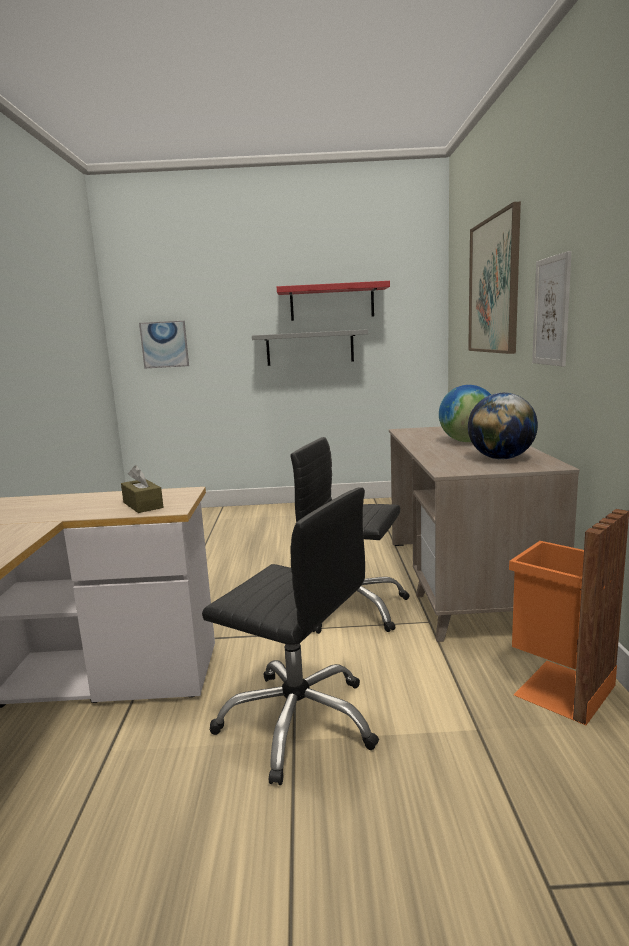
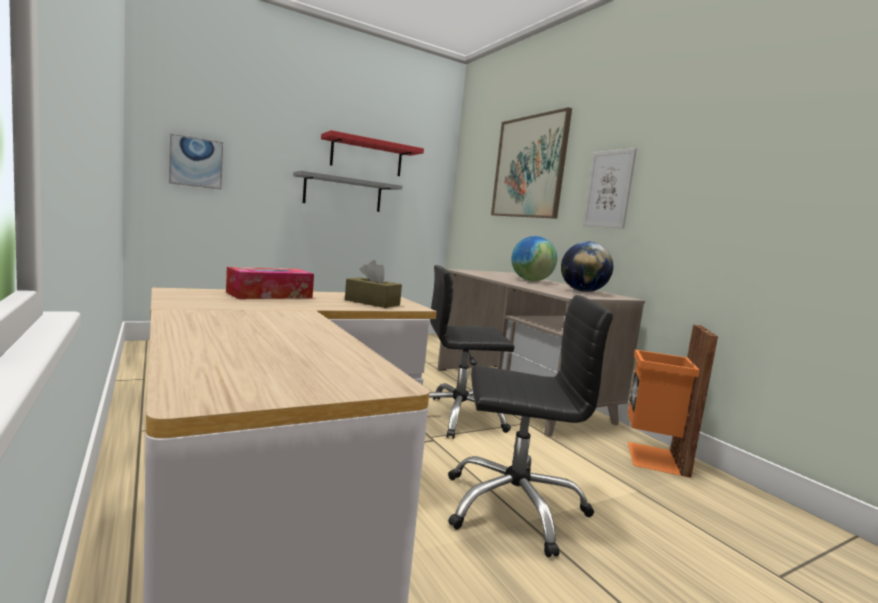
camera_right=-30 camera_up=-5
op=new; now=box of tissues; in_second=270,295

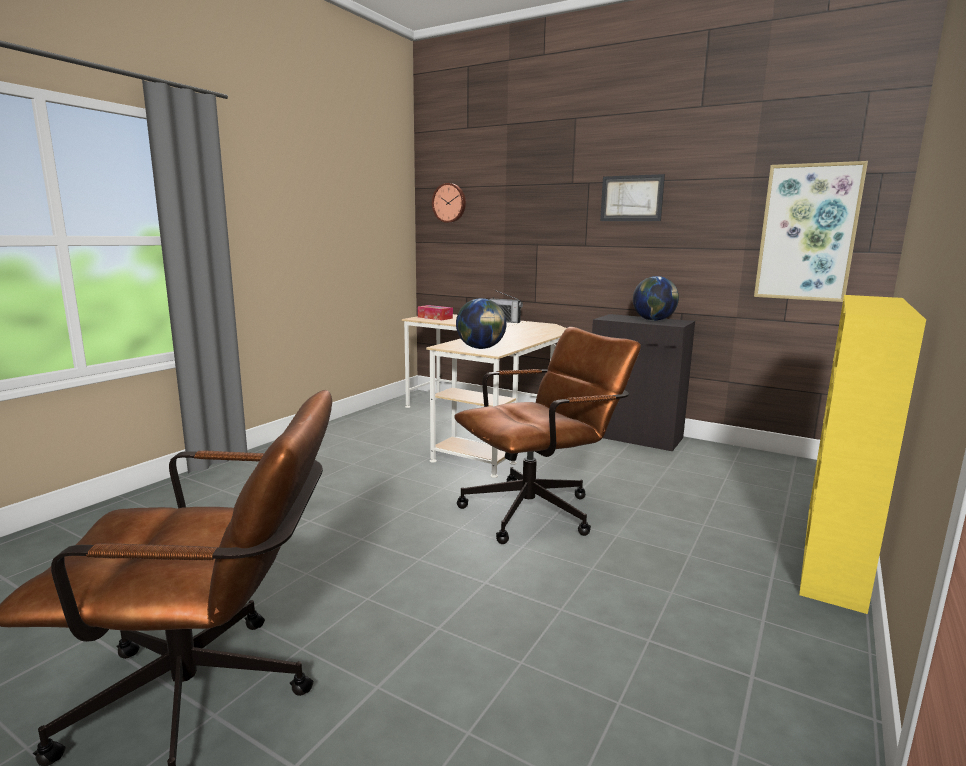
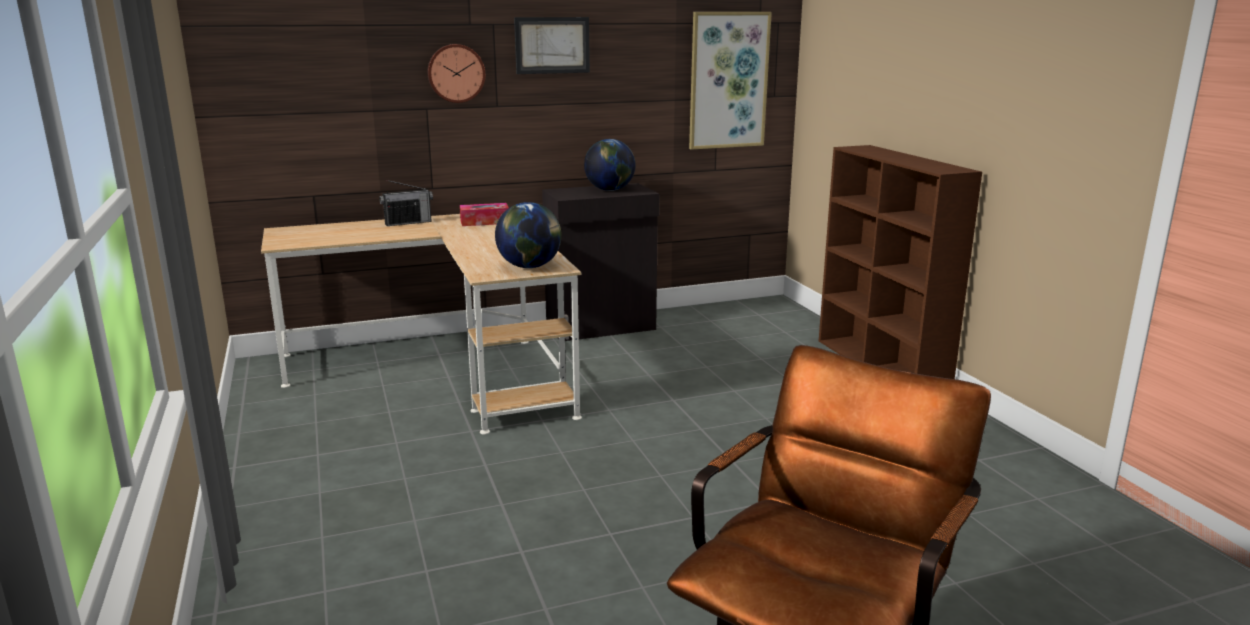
camera_right=-50 camera_up=5
op=shifted; was=hanging clock; in_first=449,203; in_second=456,73
op=shifted; was=box of tissues; in_first=435,318; in_second=485,222
op=repainted; was=yellow-coloured shelving unit; now=brownish shelving unit; in_first=834,554; in_second=881,366
op=gone; was=brownish desk chair; in_first=539,510

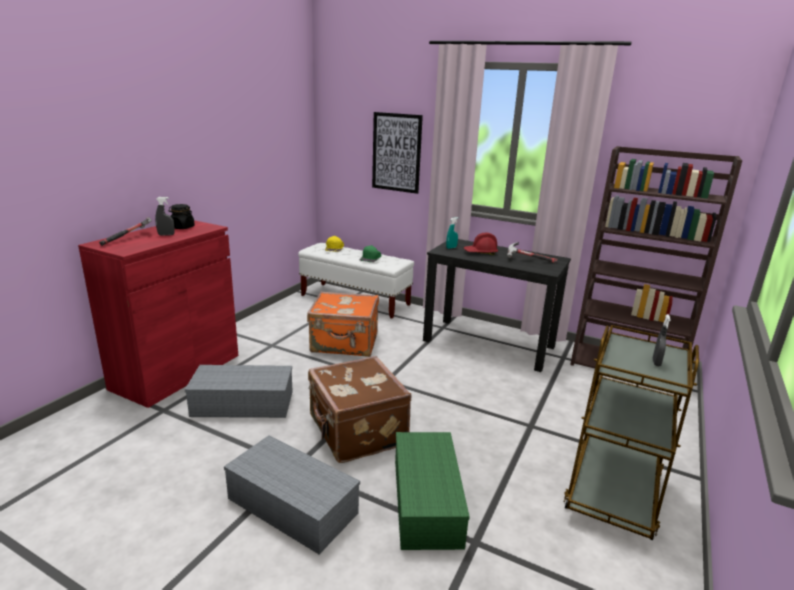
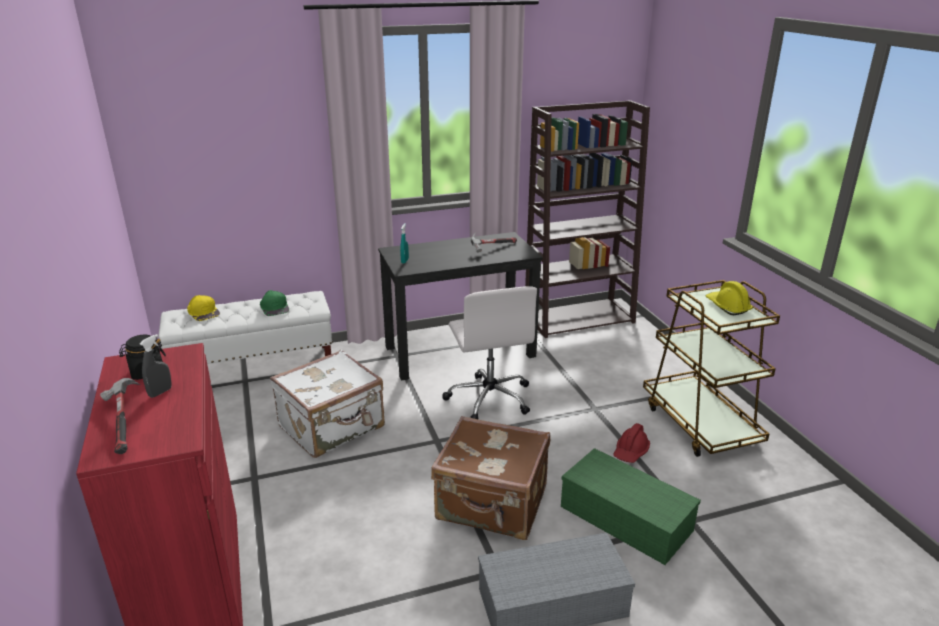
camera_right=-45 camera_up=5
op=repainted; was=orangey travel case; now=white-coloured travel case; in_first=345,344; in_second=333,427
op=new; now=white-coloured desk chair; in_second=489,398
op=shifted; was=red-coloured safety helmet; in_first=480,252; in_second=631,452
op=swapped; was=grey hand sprayer; now=yellow-coloured safety helmet; in_first=656,362; in_second=727,306
op=gone; was=grey storage container; in_first=244,403
op=gone; was=wall picture; in_first=396,152

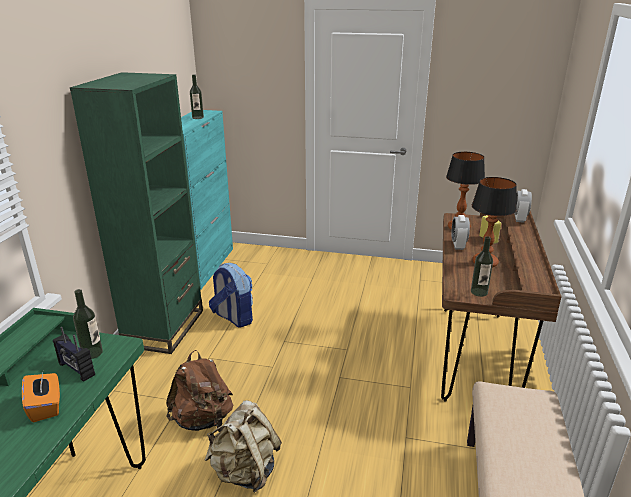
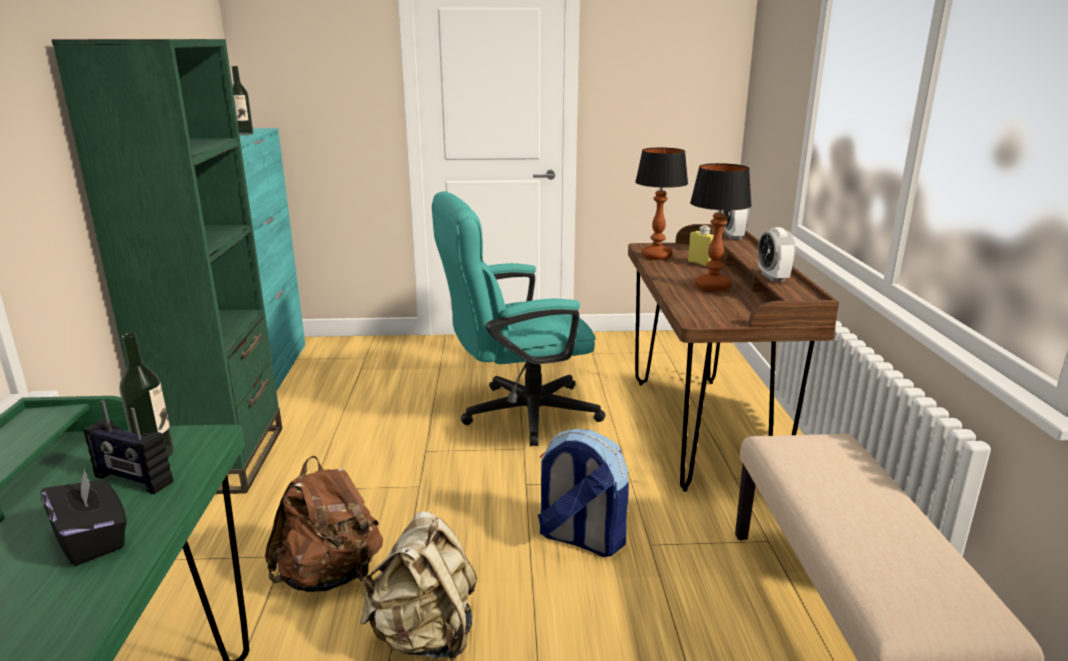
camera_right=-15 camera_up=-5
op=repainted; was=orangey box of tissues; now=black-coloured box of tissues; in_first=46,406; in_second=92,539
op=new; now=turquoise desk chair; in_second=517,414
op=shifted; was=backpack; in_first=233,318; in_second=580,538
op=shifted; was=bedside clock; in_first=458,245; in_second=773,277
op=gone; was=drink bottle; in_first=479,292

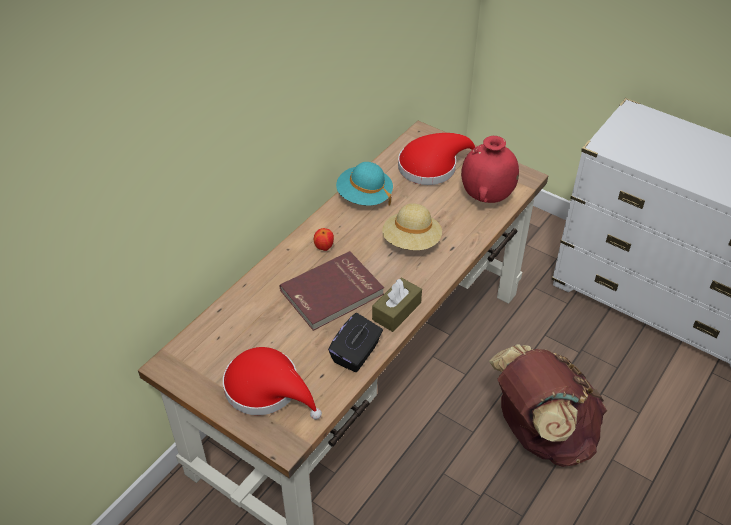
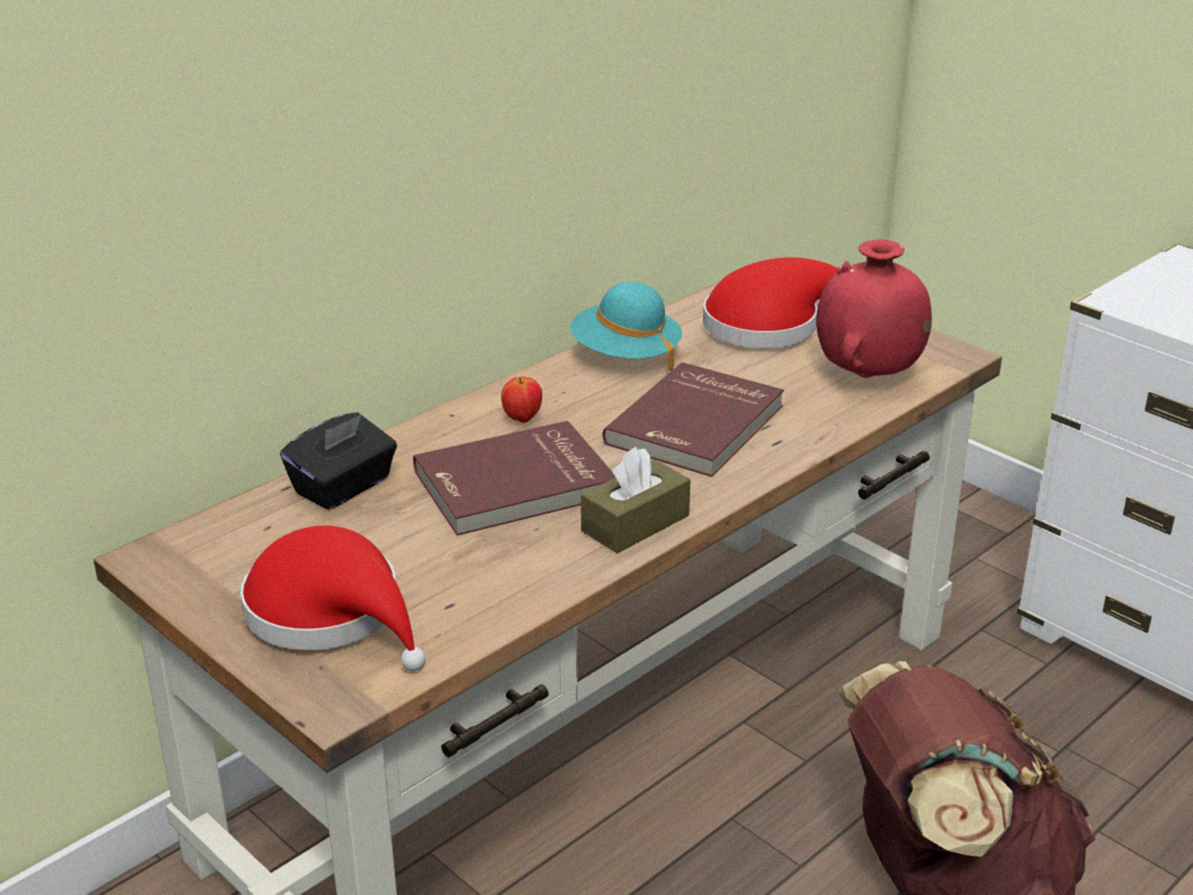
camera_right=10 camera_up=-15
op=shifted; was=black-coloured box of tissues; in_first=356,354; in_second=343,487
op=swapped; was=beige-coloured wearable hat; now=red-coloured volume; in_first=411,241; in_second=698,425

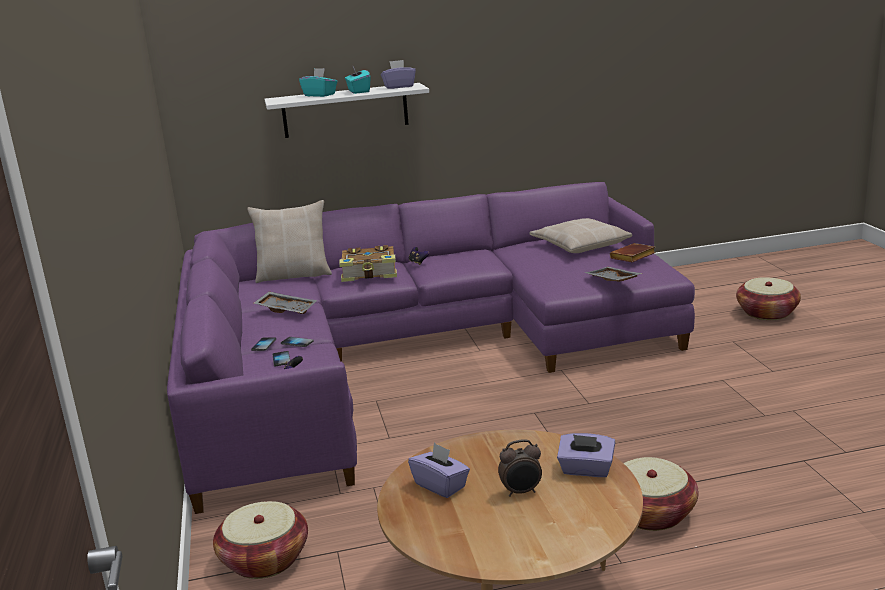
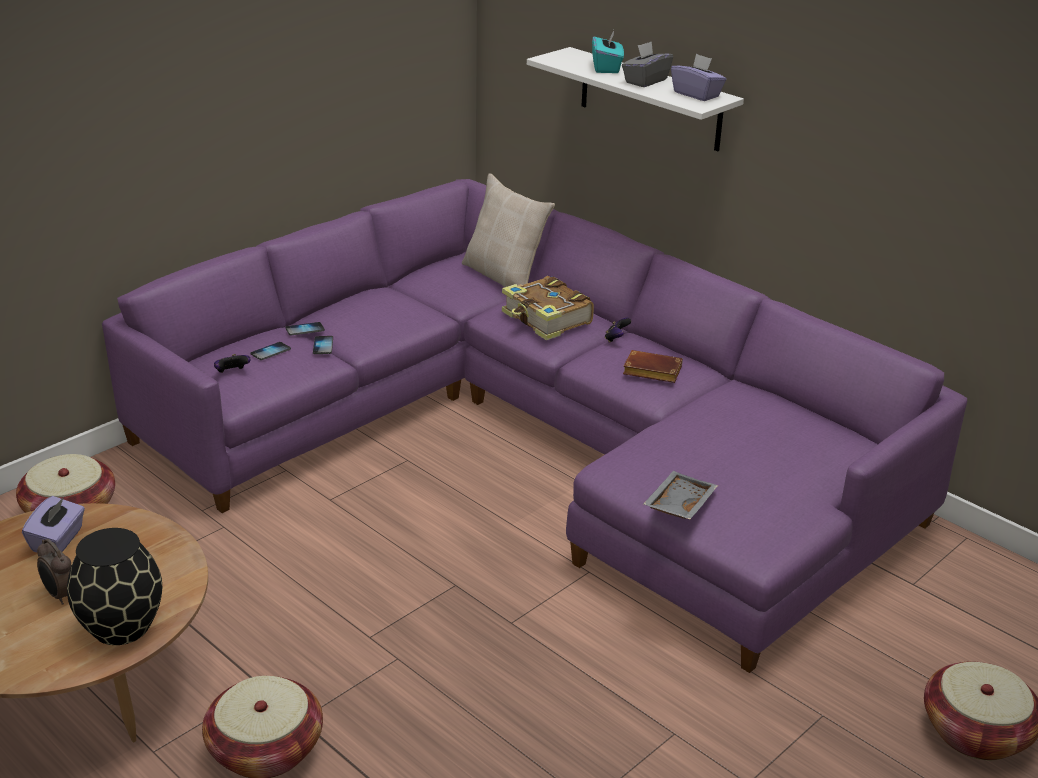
camera_right=55 camera_up=10
op=swapped; was=purple-coloured box of tissues; now=black-coloured vase; in_first=586,470; in_second=122,627
op=repainted; was=turquoise box of tissues; now=grey box of tissues; in_first=358,91; in_second=645,81
op=shifted; was=brownish volume; in_first=633,257; in_second=650,372
op=gone; was=grey carrying tray; in_first=287,309
op=gone; was=beige-coloured pillow; in_first=580,245

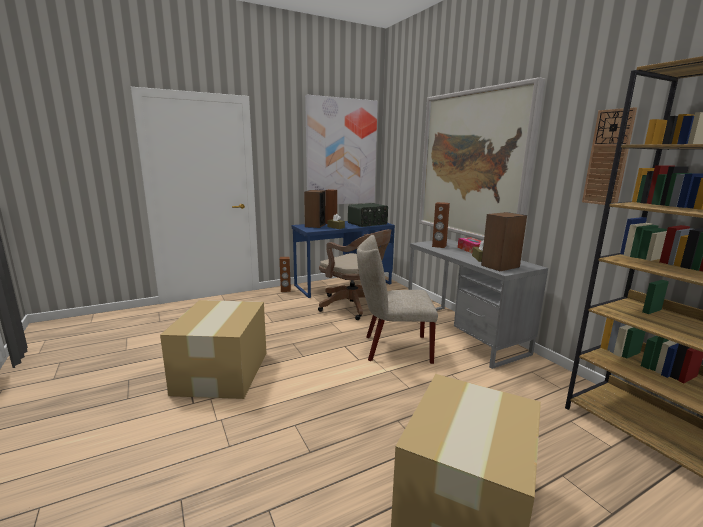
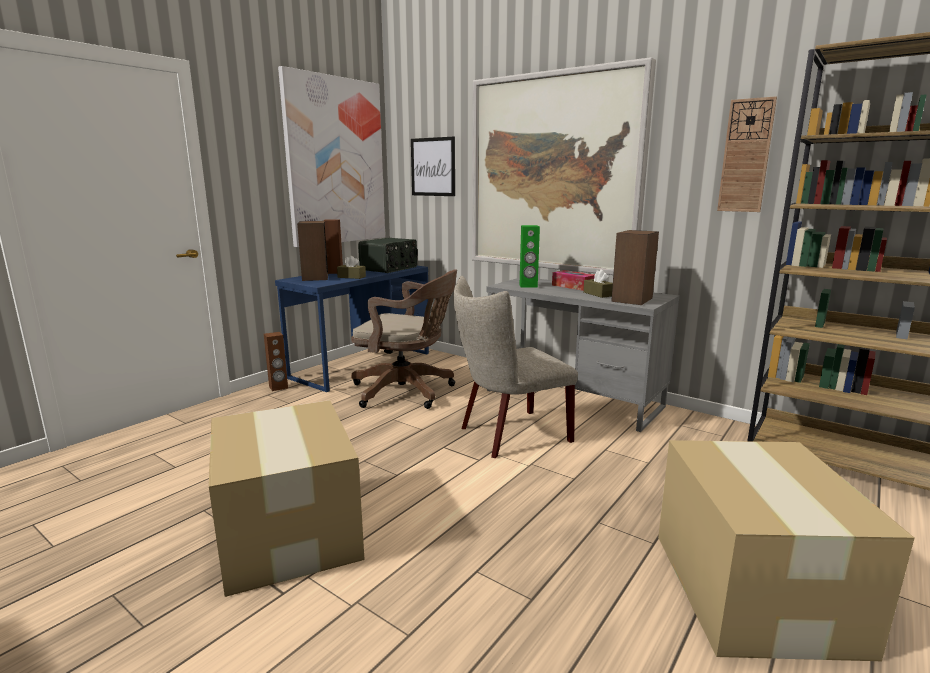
camera_right=-25 camera_up=0
op=new; now=wall picture; in_second=433,167
op=repainted; was=brownish loudspeaker; now=greenish loudspeaker; in_first=439,246; in_second=528,286

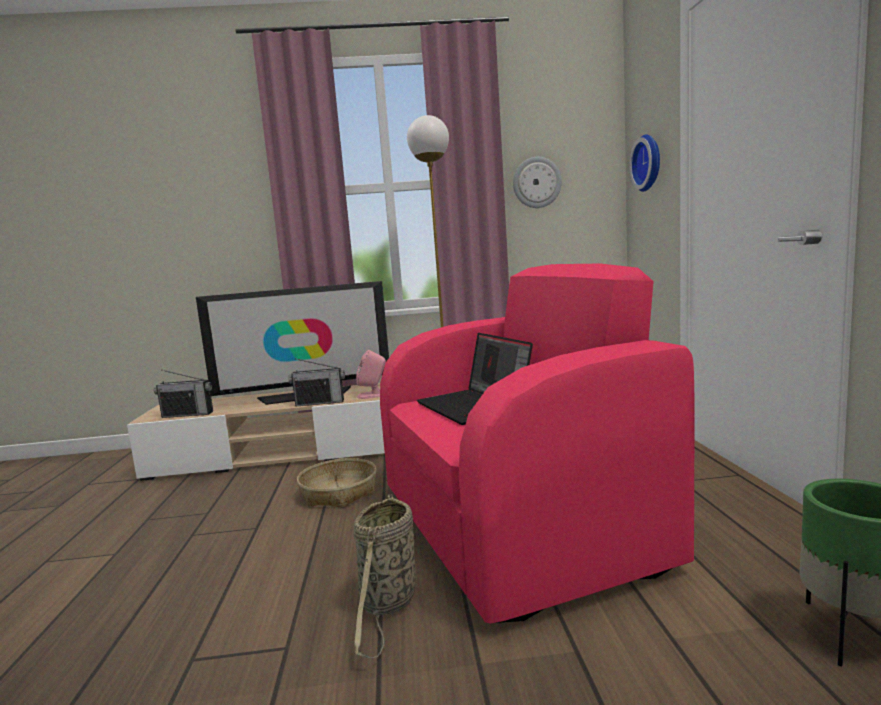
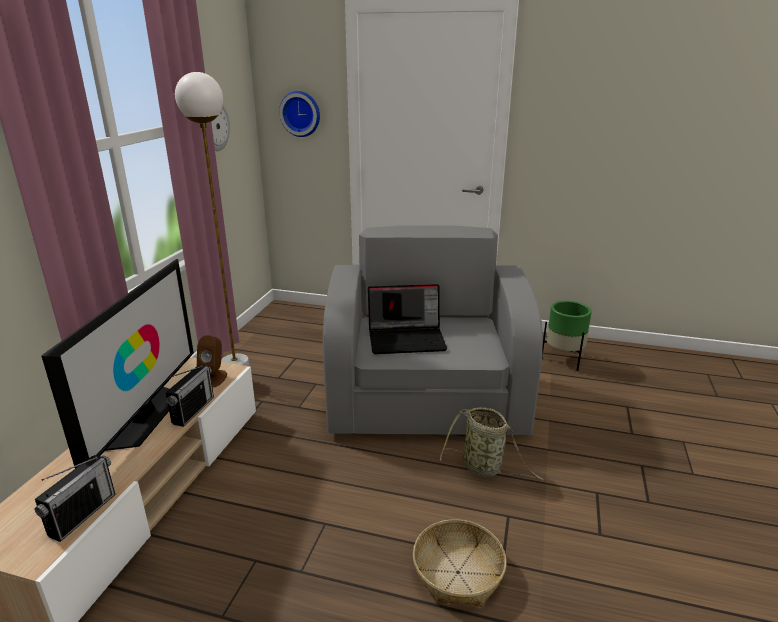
camera_right=-70 camera_up=15
op=repainted; was=pink-coloured loudspeaker; now=brownish loudspeaker; in_first=373,395; in_second=214,378
op=repainted; was=pink-coloured armchair; now=grey armchair; in_first=517,526; in_second=427,401
op=shifted; was=household basket; in_first=339,493; in_second=457,572

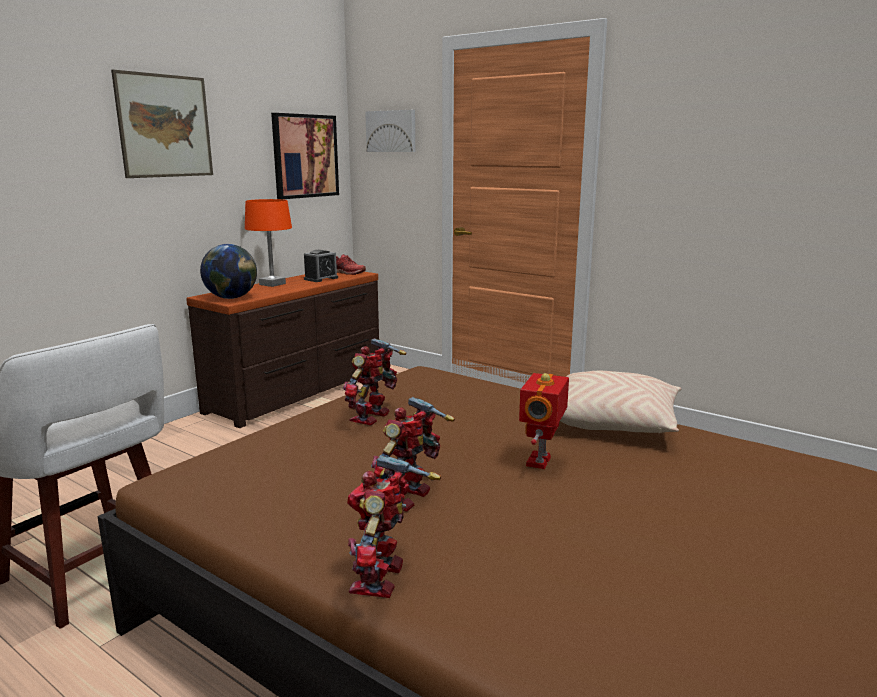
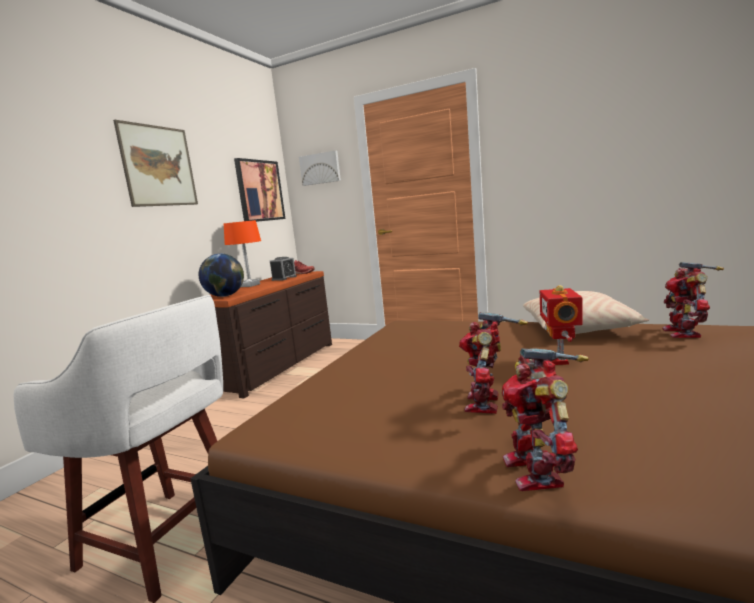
camera_right=-10 camera_up=-5
op=shifted; was=robot figure; in_first=372,417; in_second=684,333

